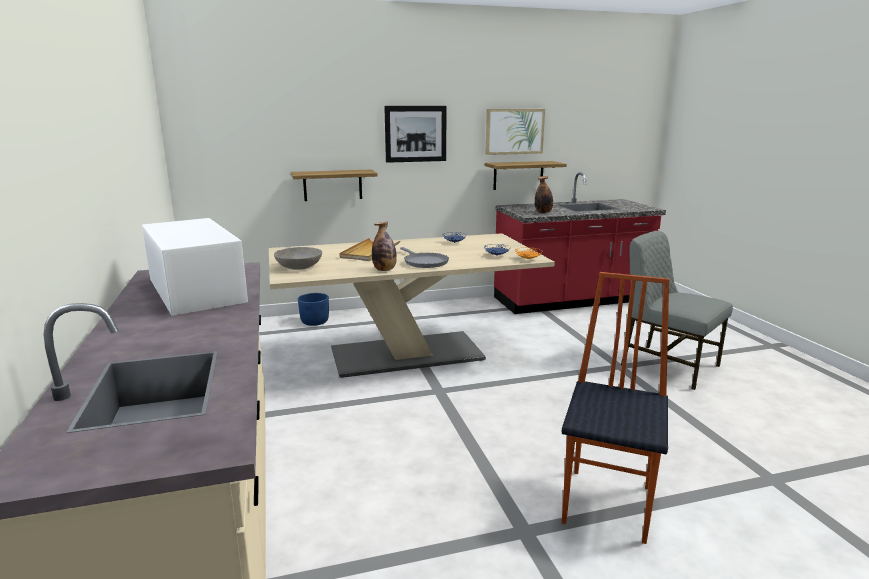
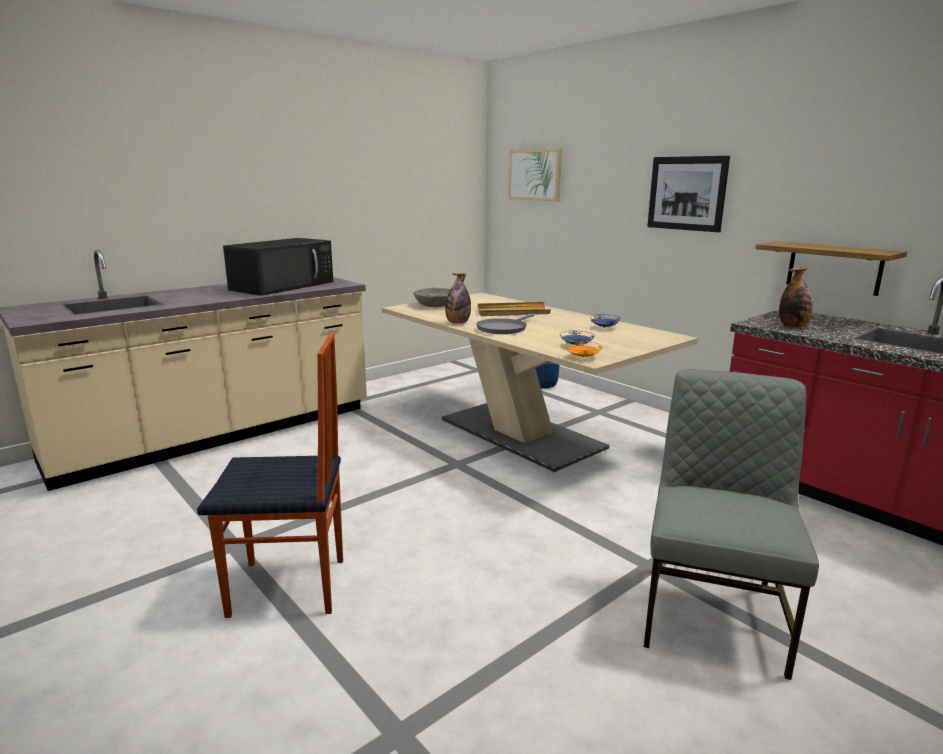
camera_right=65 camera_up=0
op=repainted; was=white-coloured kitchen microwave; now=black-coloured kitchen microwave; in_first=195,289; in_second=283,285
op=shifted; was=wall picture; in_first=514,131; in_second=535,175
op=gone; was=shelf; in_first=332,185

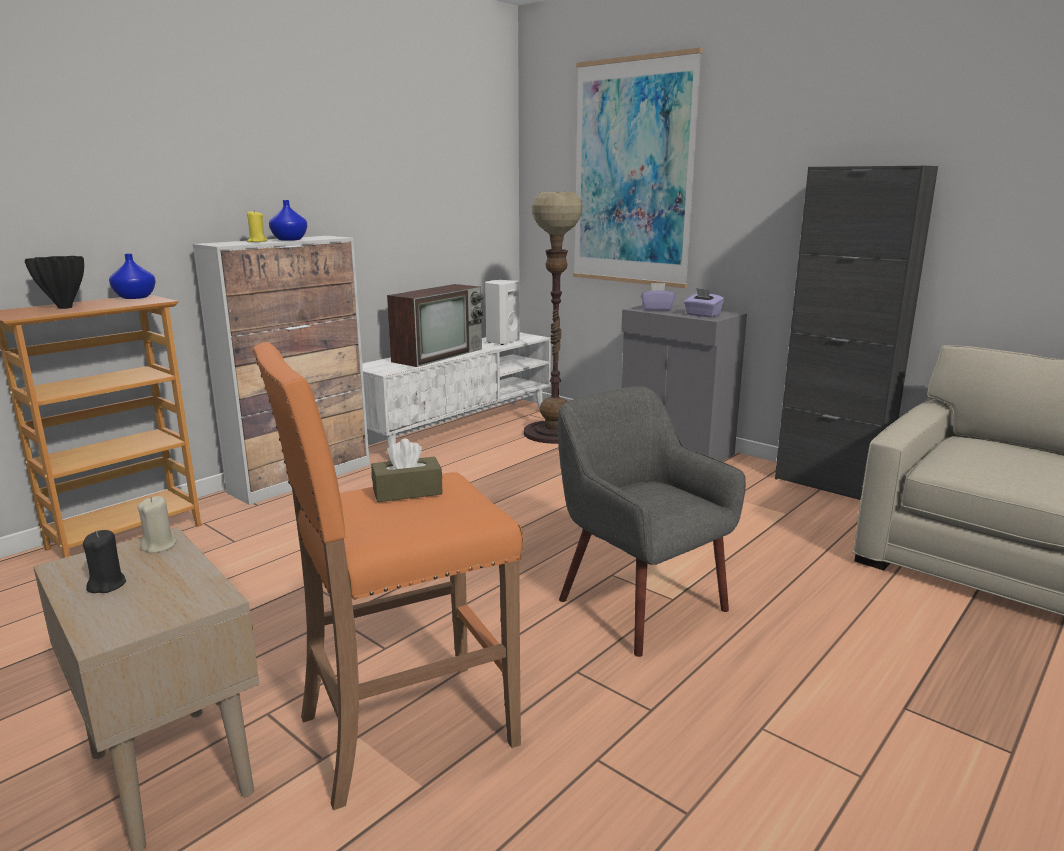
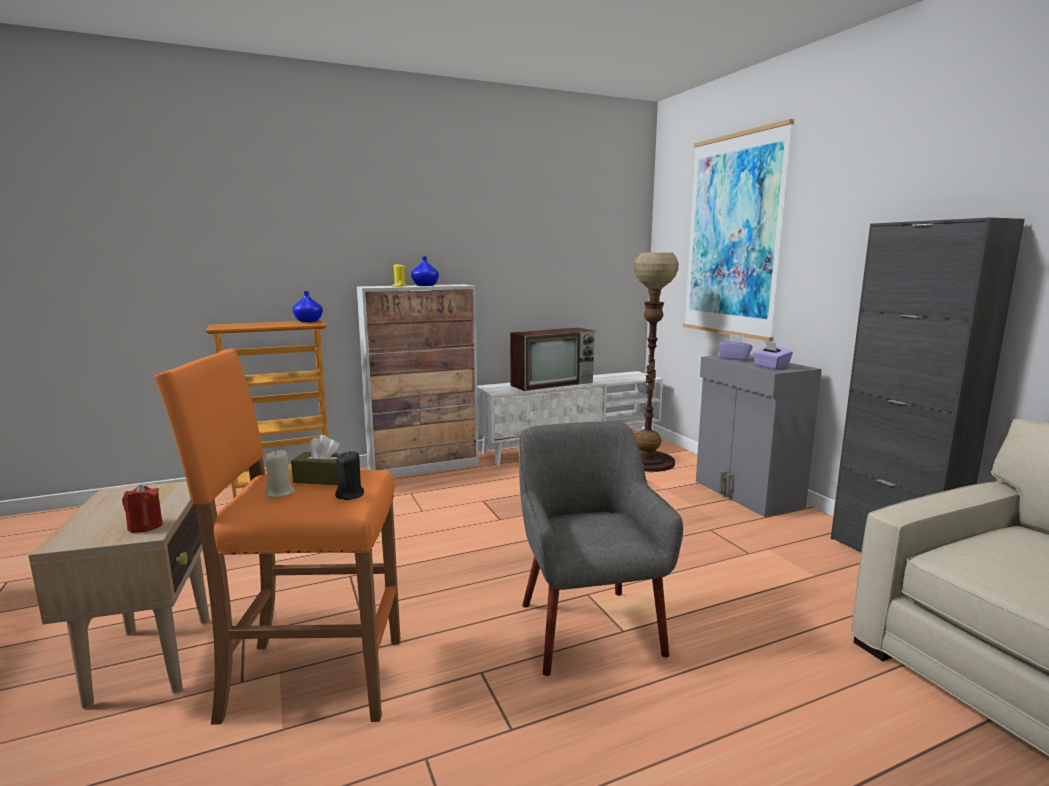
camera_right=25 camera_up=-5
op=new; now=red-coloured wax light; in_second=145,526
op=shifted; was=beige-coloured wax light; in_first=159,546; in_second=280,493
op=shifted; was=black-coloured wax light; in_first=107,585; in_second=350,495
op=gone; was=black-coloured vase; in_first=64,307
op=gone; was=white-coloured loudspeaker; in_first=501,341

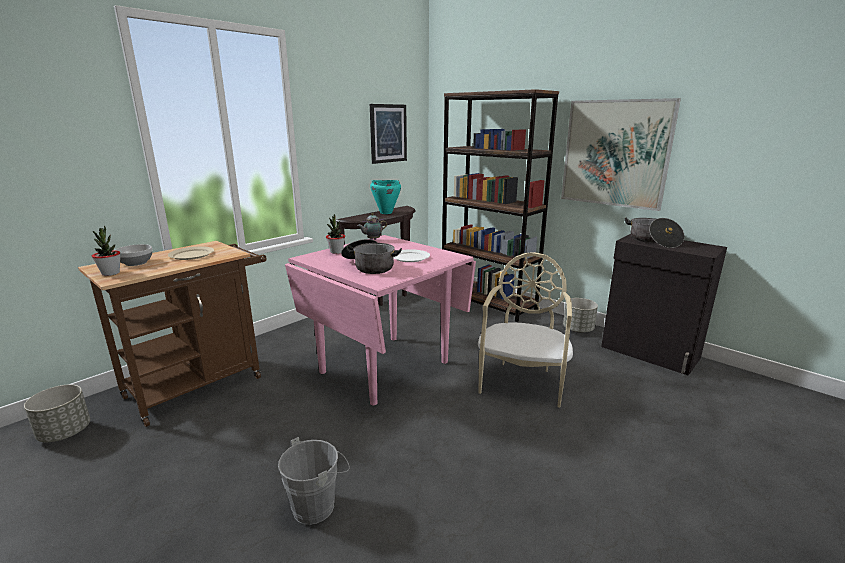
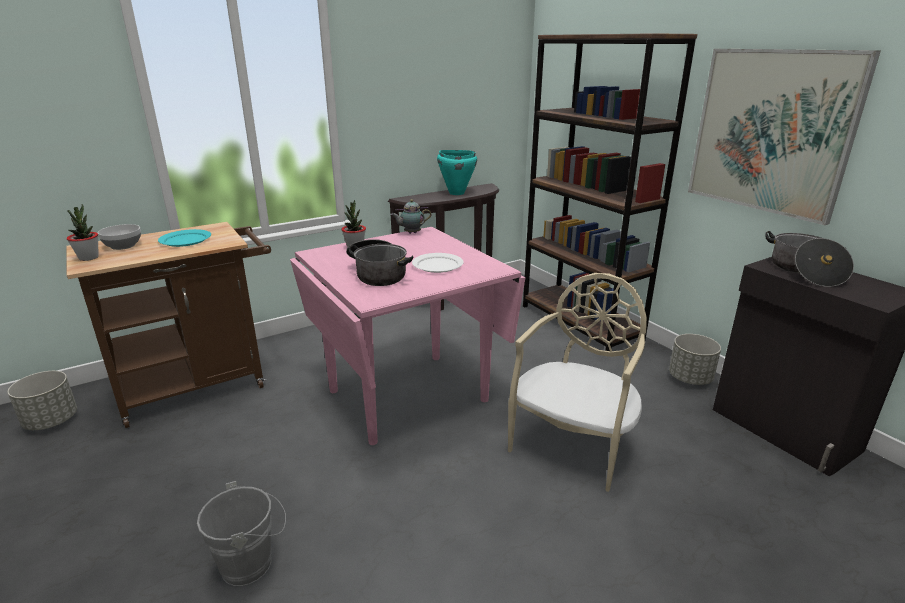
camera_right=15 camera_up=5
op=repainted; was=beige-coloured dinner plate; now=turquoise dinner plate; in_first=192,255; in_second=186,240
op=gone; was=wall picture; in_first=388,133

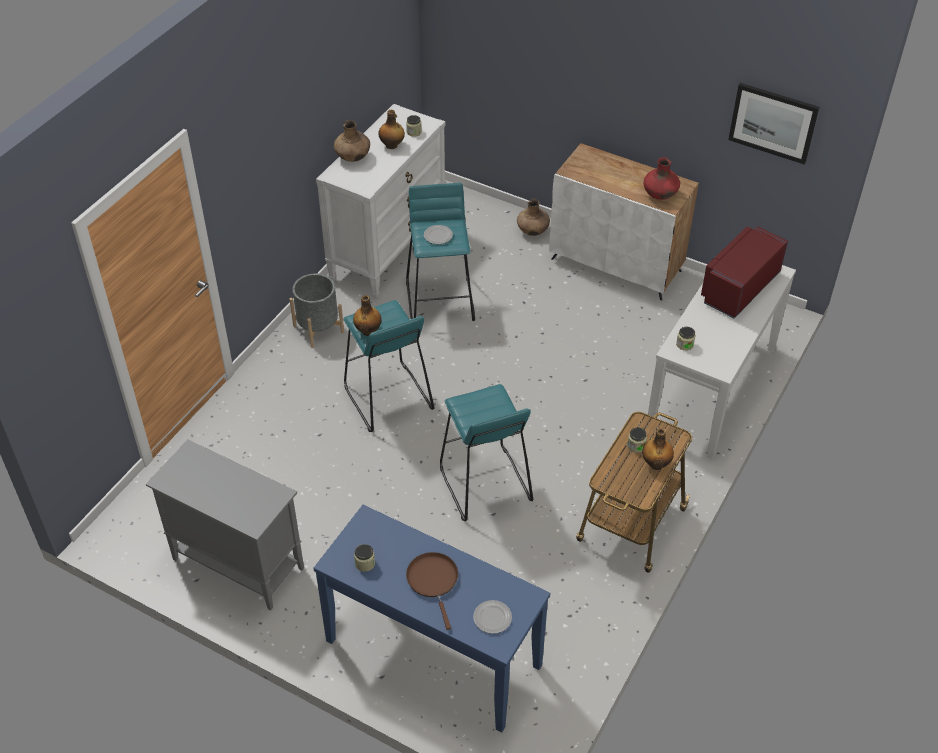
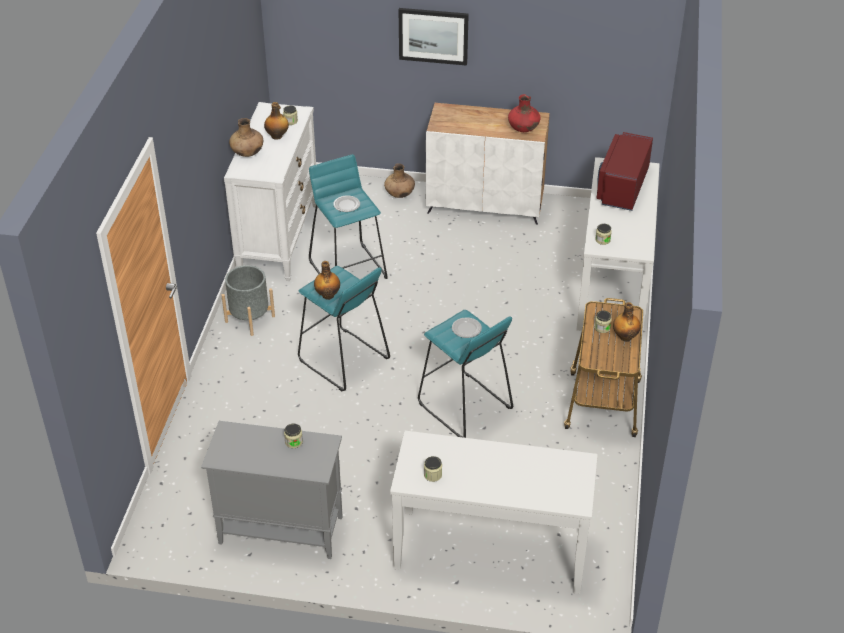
camera_right=-20 camera_up=-5
op=new; now=jar; in_second=293,442
op=repainted; was=blue hall table; now=white-coloured hall table; in_first=432,653; in_second=490,551
op=shifted; was=wall picture; in_first=773,122; in_second=433,36
op=shifted; was=dinner plate; in_first=493,618; in_second=467,329
op=gone; was=brownish pan; in_first=433,581

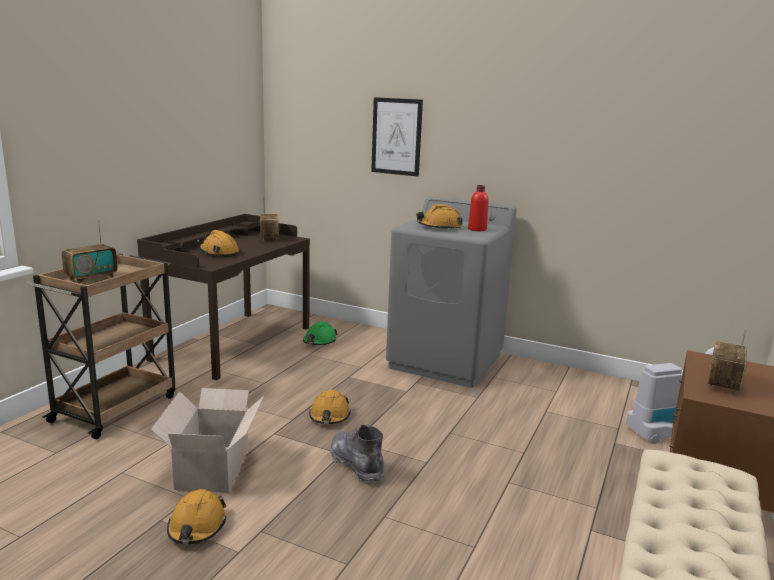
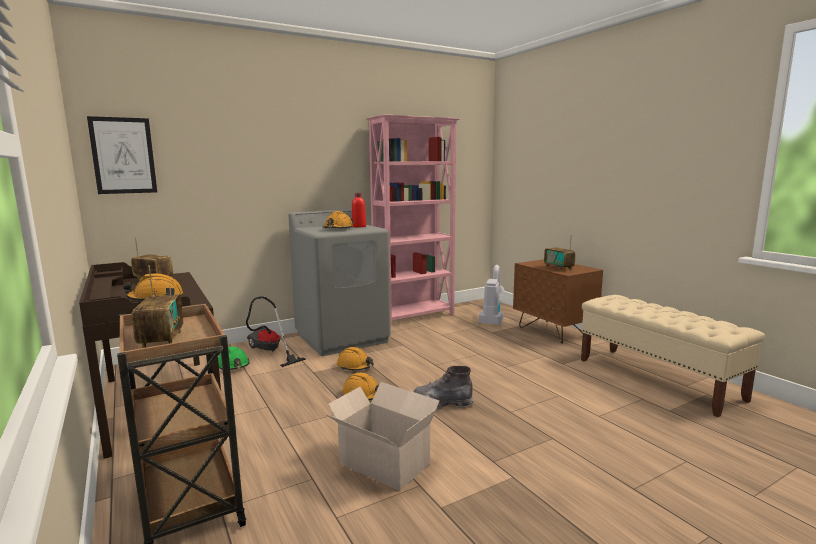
camera_right=-55 camera_up=-5
op=shifted; was=wall picture; in_first=396,136; in_second=123,155
op=new; now=hoover; in_second=269,352
op=shifted; was=orangey safety helmet; in_first=197,527; in_second=355,366
op=new; now=pink-coloured shelving unit; in_second=415,317

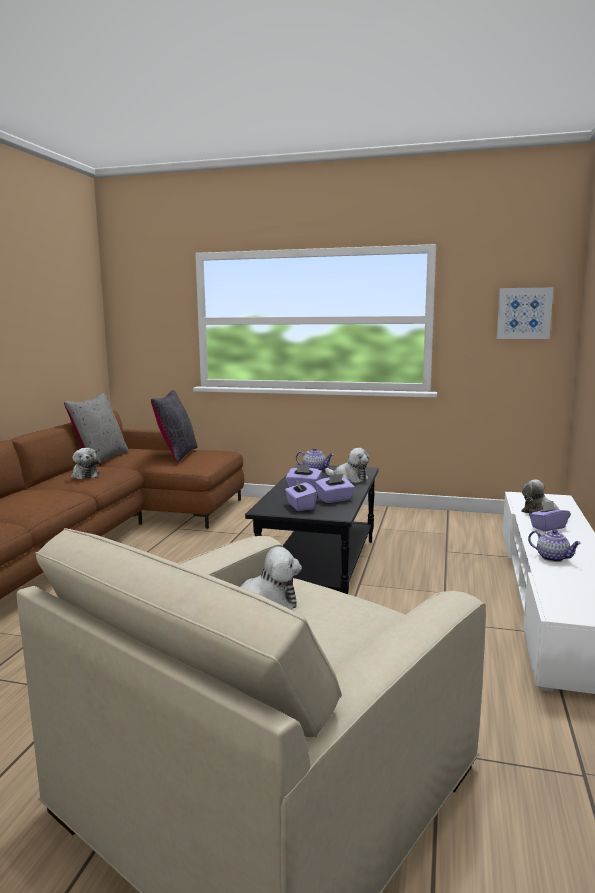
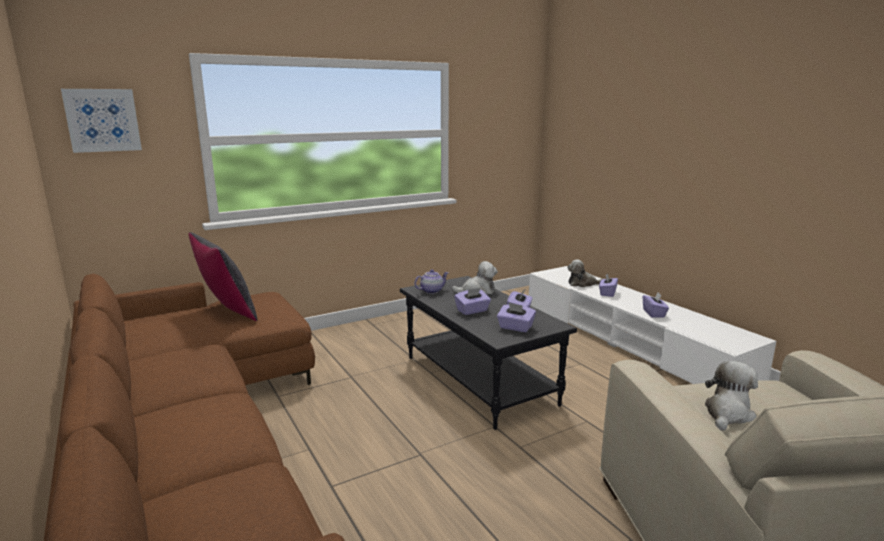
camera_right=-45 camera_up=5
op=shifted; was=wall picture; in_first=524,313; in_second=103,120
op=swapped; was=teapot; now=purple-coloured box of tissues; in_first=553,558; in_second=654,313
op=gone; was=grey pillow; in_first=100,459
op=gone; was=plush toy; in_first=85,475

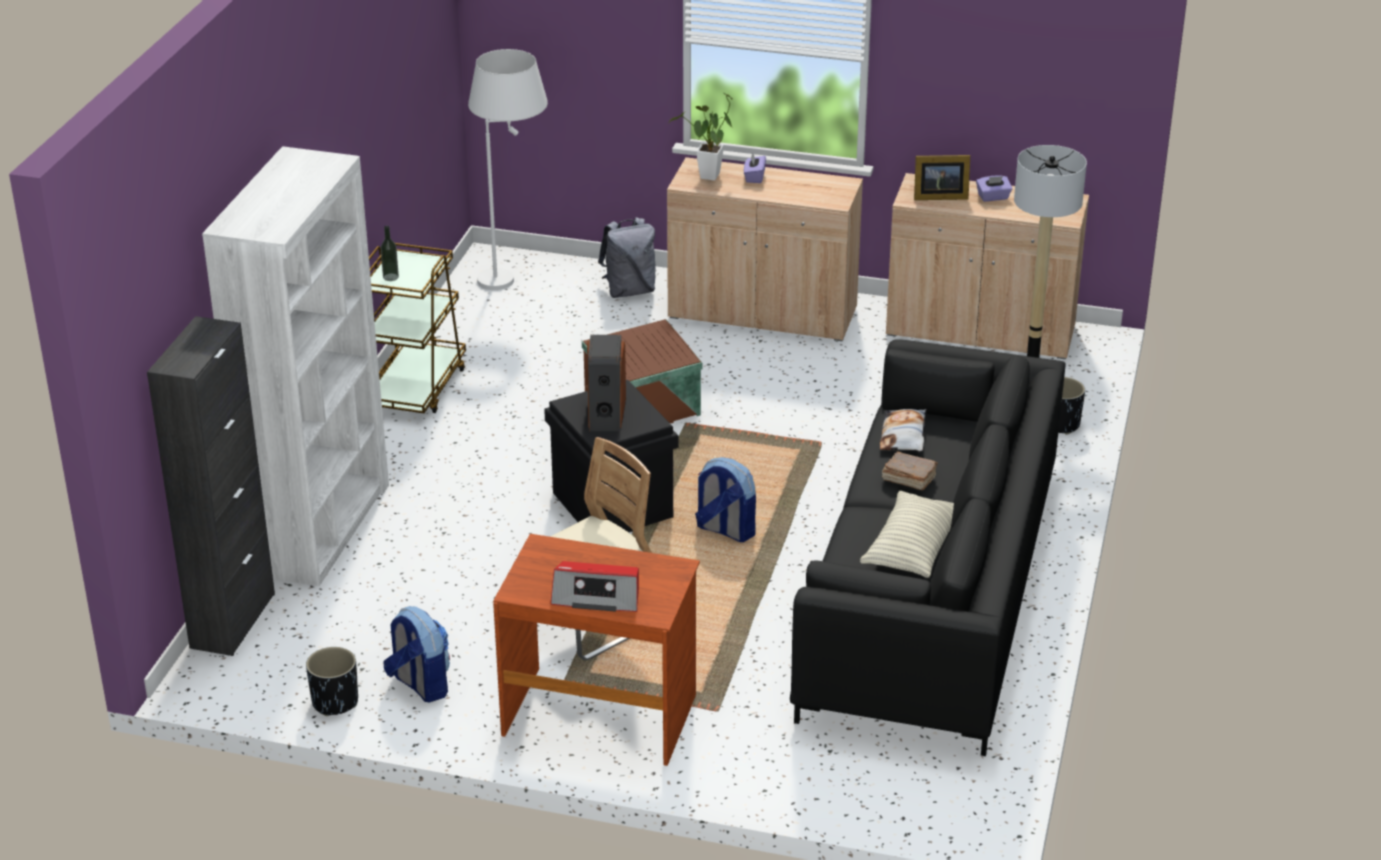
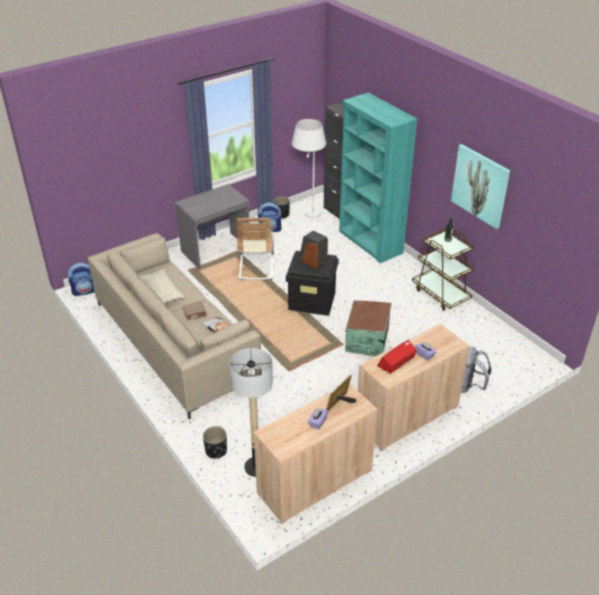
camera_right=130 camera_up=5
op=shifted; was=backpack; in_first=725,530; in_second=85,291
op=repainted; was=black-coloured couch; now=beige-coloured couch; in_first=930,591; in_second=175,342
op=repainted; was=brownish desk table; now=grey desk table; in_first=600,714; in_second=216,251
op=shifted; was=white-coloured floor lamp; in_first=516,279; in_second=308,218
op=repainted; was=white-coloured shelving unit; now=turquoise shelving unit; in_first=320,528; in_second=370,242
op=shifted; was=radio receiver; in_first=597,596; in_second=396,361
op=new; now=wall picture; in_second=480,185
op=gone; was=plant in a pot; in_first=708,178

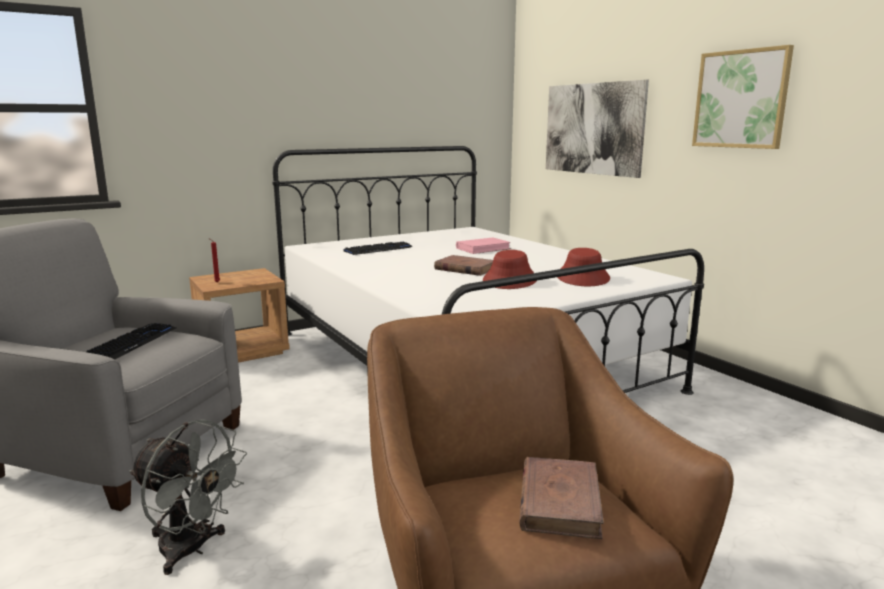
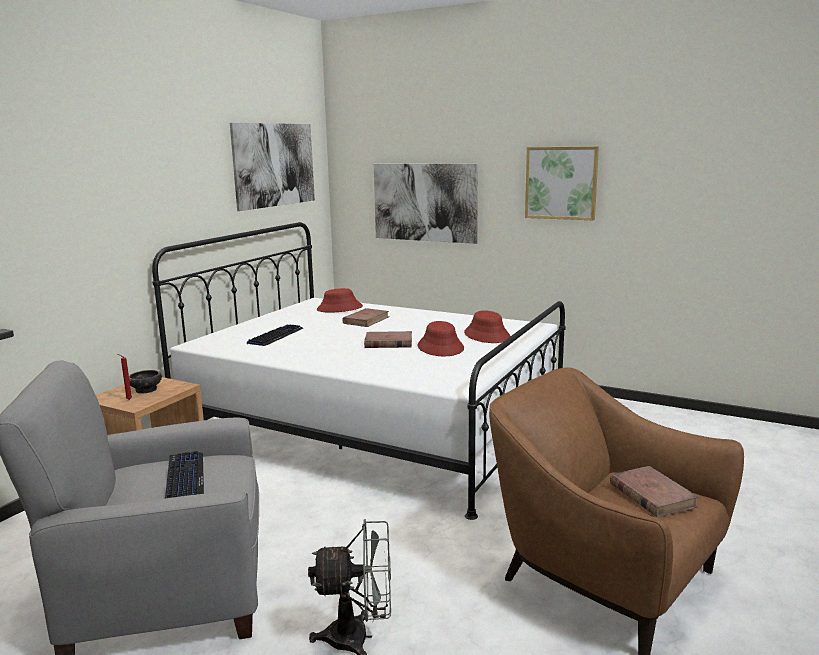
camera_right=-30 camera_up=0
op=new; now=bowl; in_second=146,390
op=new; now=wall picture; in_second=274,165
op=new; now=red-coloured wearable hat; in_second=339,308
op=repainted; was=pink-coloured volume; now=brownish volume; in_first=483,248; in_second=366,320

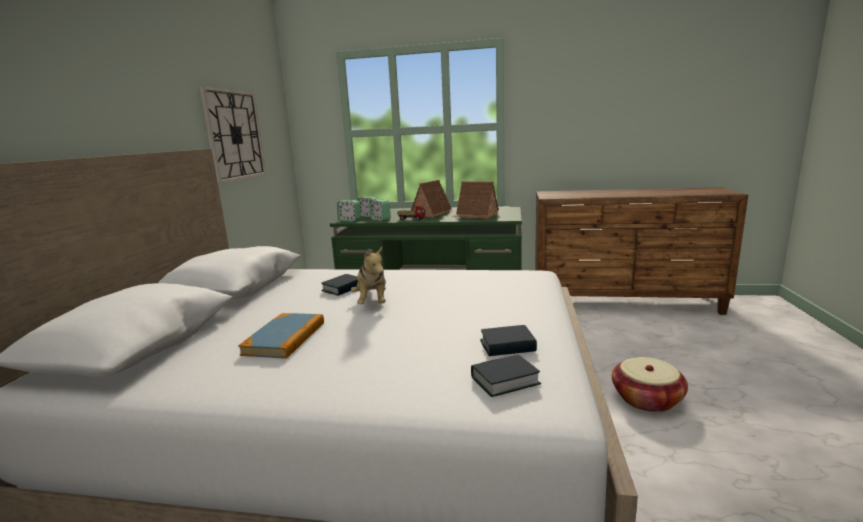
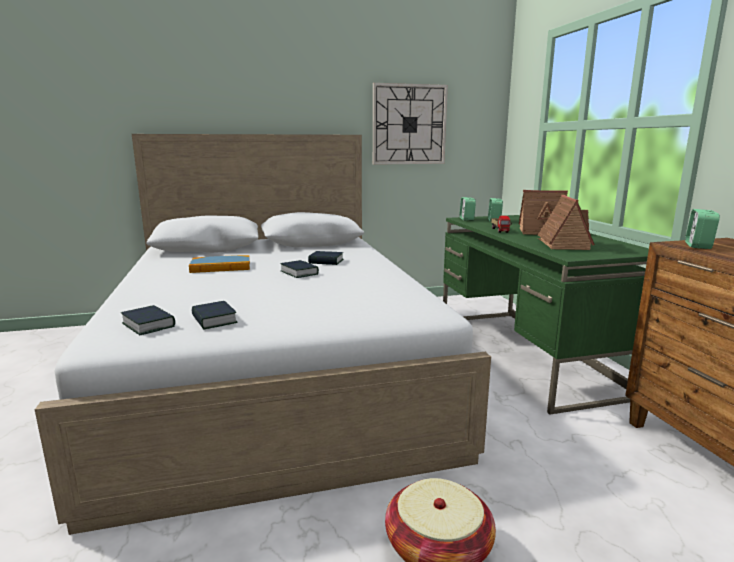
camera_right=65 camera_up=0
op=swapped; was=plush toy; now=volume; in_first=372,302; in_second=299,273
op=shifted; was=bedside clock; in_first=380,219; in_second=698,246

